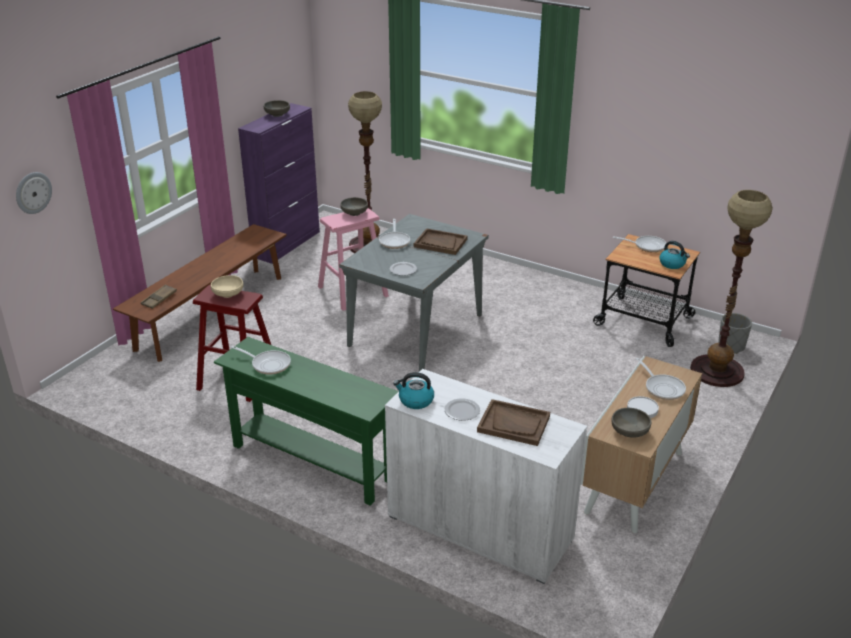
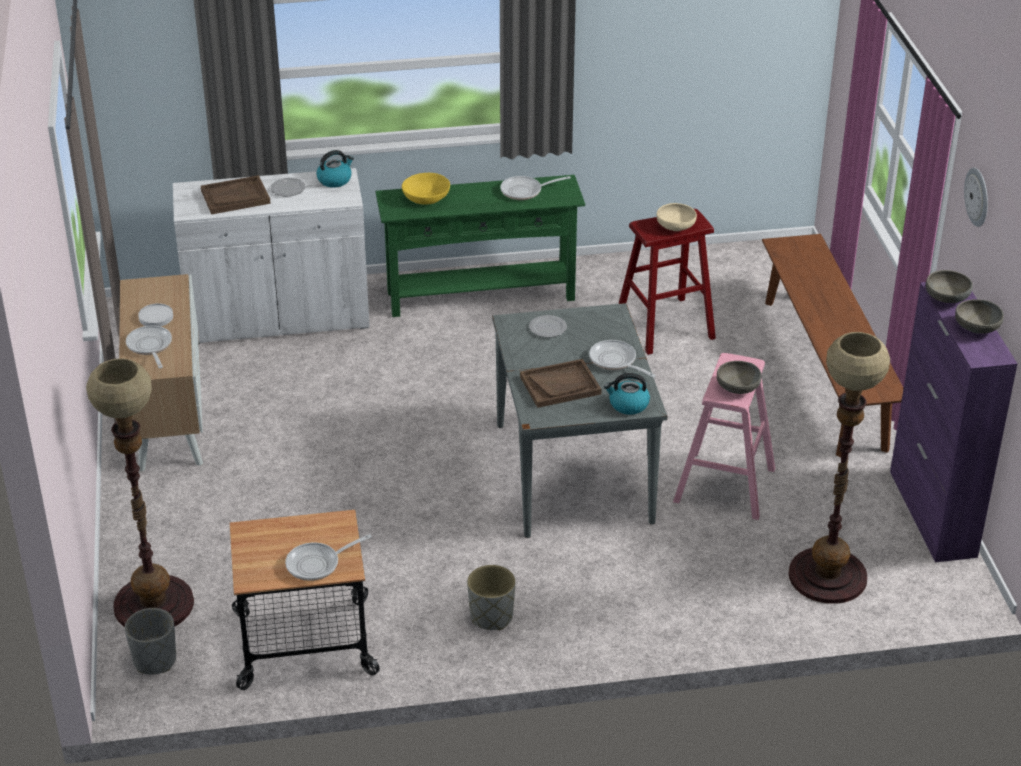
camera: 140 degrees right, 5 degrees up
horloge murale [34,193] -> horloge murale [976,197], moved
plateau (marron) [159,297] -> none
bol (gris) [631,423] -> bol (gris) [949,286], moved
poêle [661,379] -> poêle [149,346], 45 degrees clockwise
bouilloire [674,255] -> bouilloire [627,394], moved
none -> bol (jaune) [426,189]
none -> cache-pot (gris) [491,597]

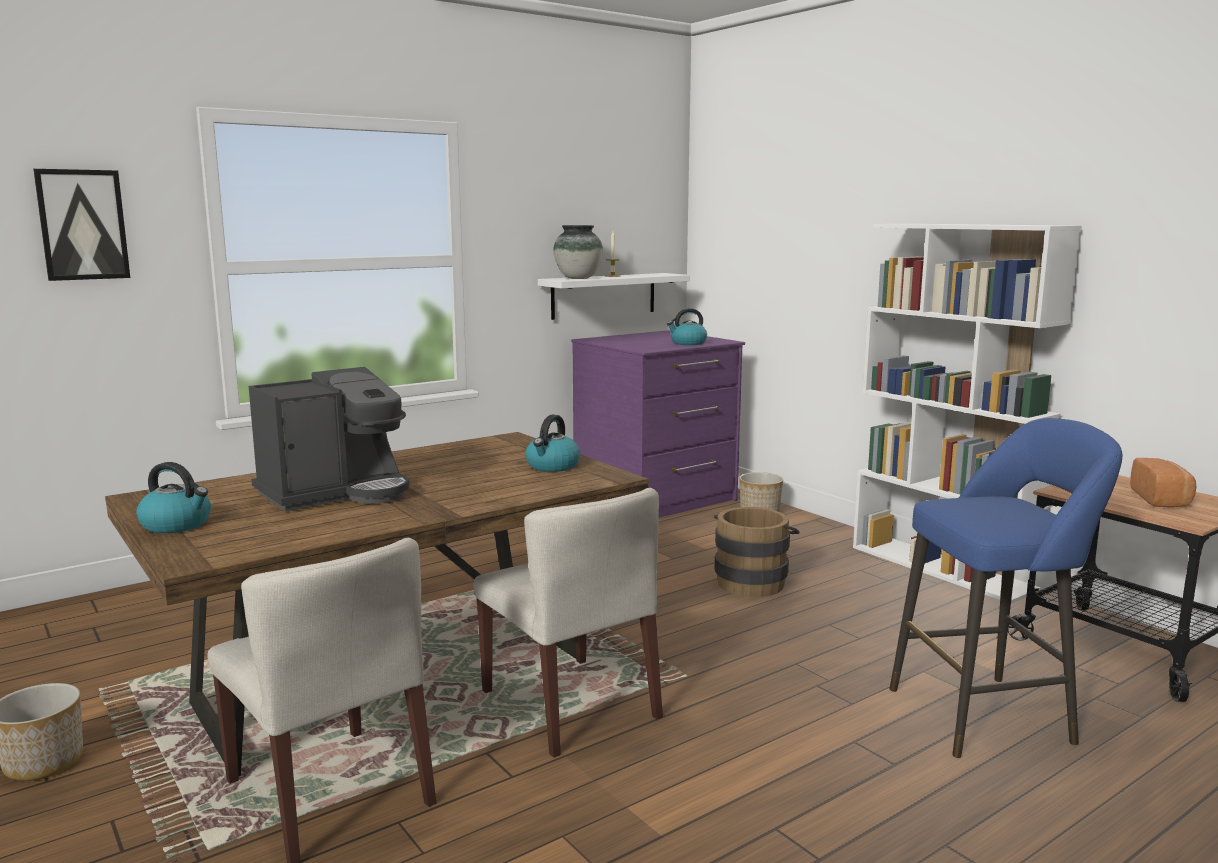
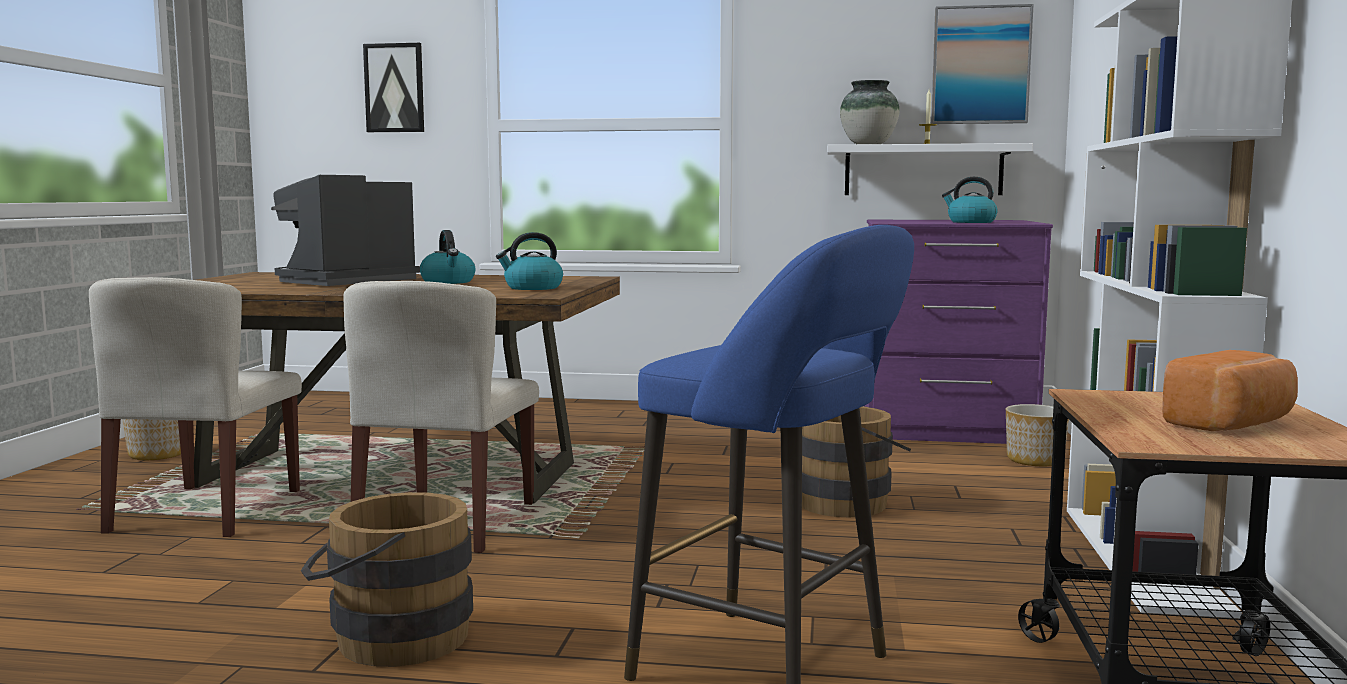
camera: 45 degrees right, 5 degrees down
bouilloire [173,497] -> bouilloire [447,257], moved
machine à café [329,439] -> machine à café [345,230], 120 degrees clockwise
none -> seau (marron) [387,579]
none -> tableau [982,64]

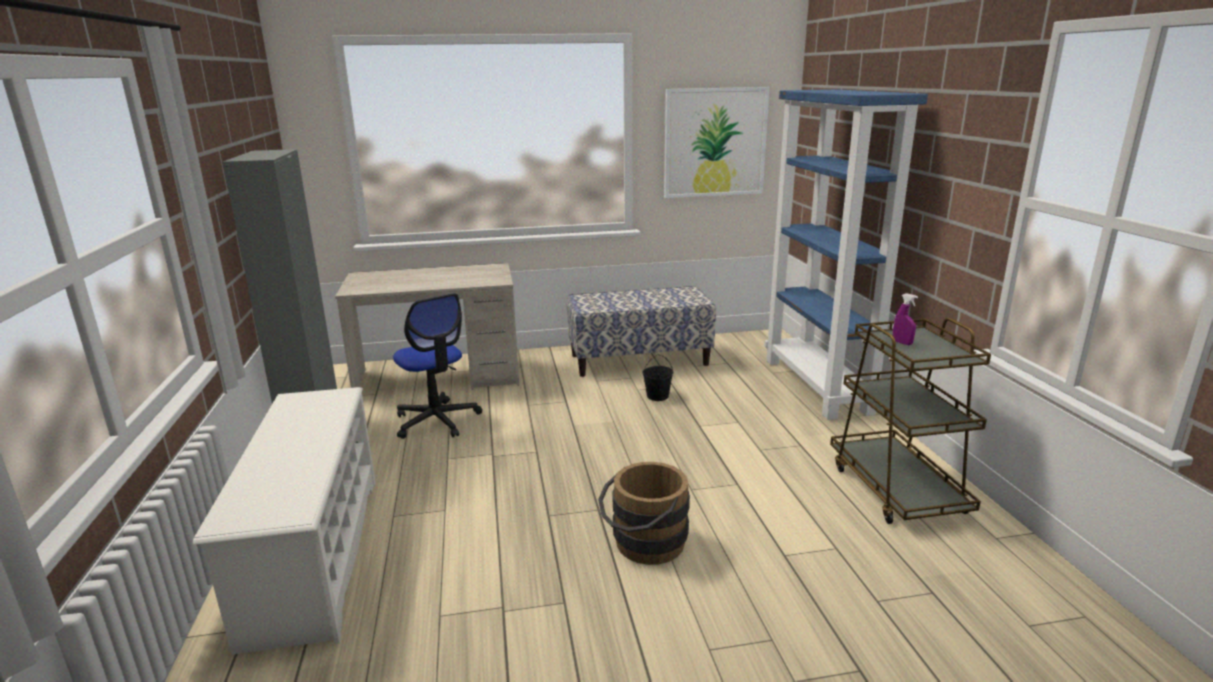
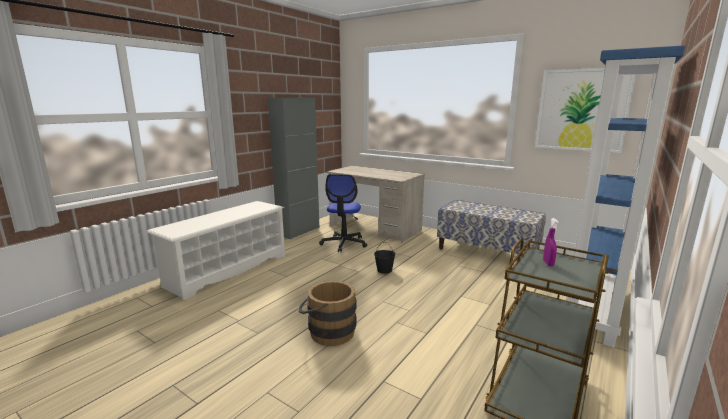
camera: 45 degrees right, 5 degrees down
seau (noir) [658,377] -> seau (noir) [385,258], moved

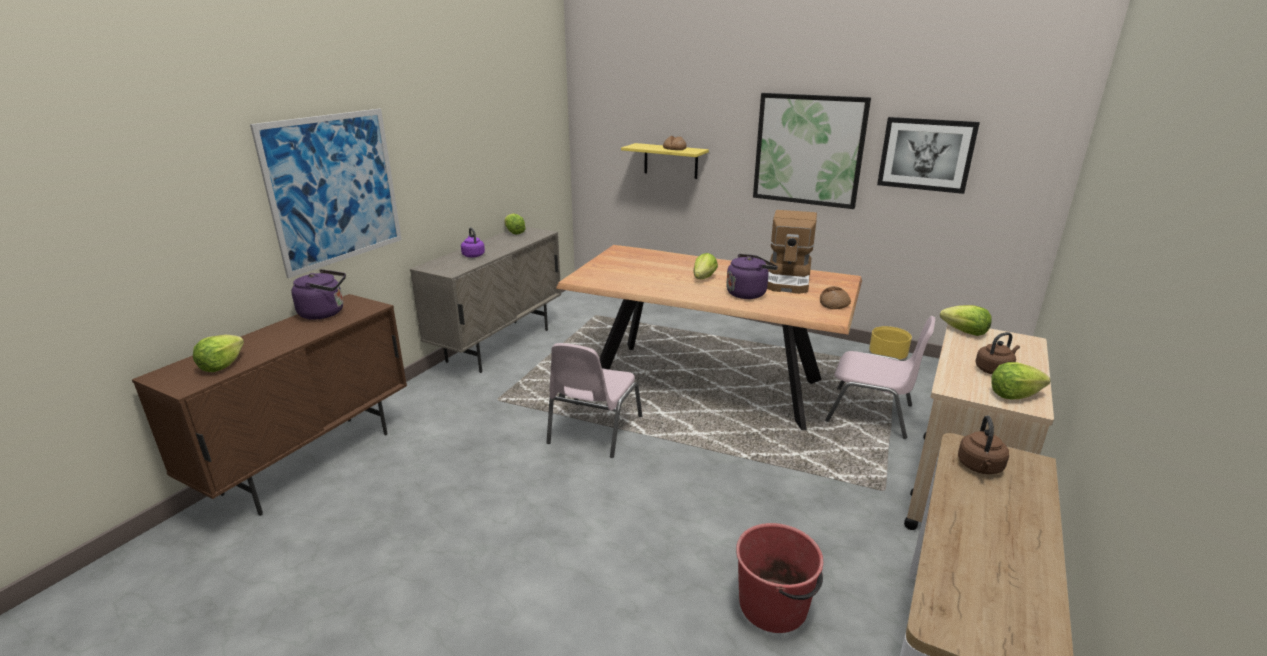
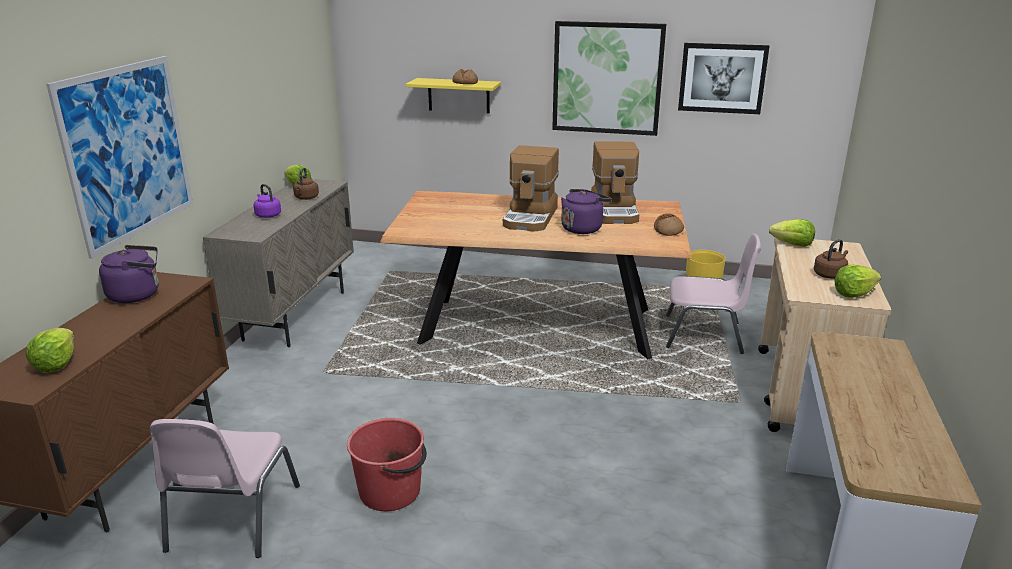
camera: 15 degrees left, 0 degrees up
chaise (rose) [594,400] -> chaise (rose) [225,488], moved
laitue [706,266] -> machine à café [531,188]
seau (rouge) [779,578] -> seau (rouge) [387,464], moved
bouilloire (marron) [983,444] -> bouilloire (marron) [306,184], moved

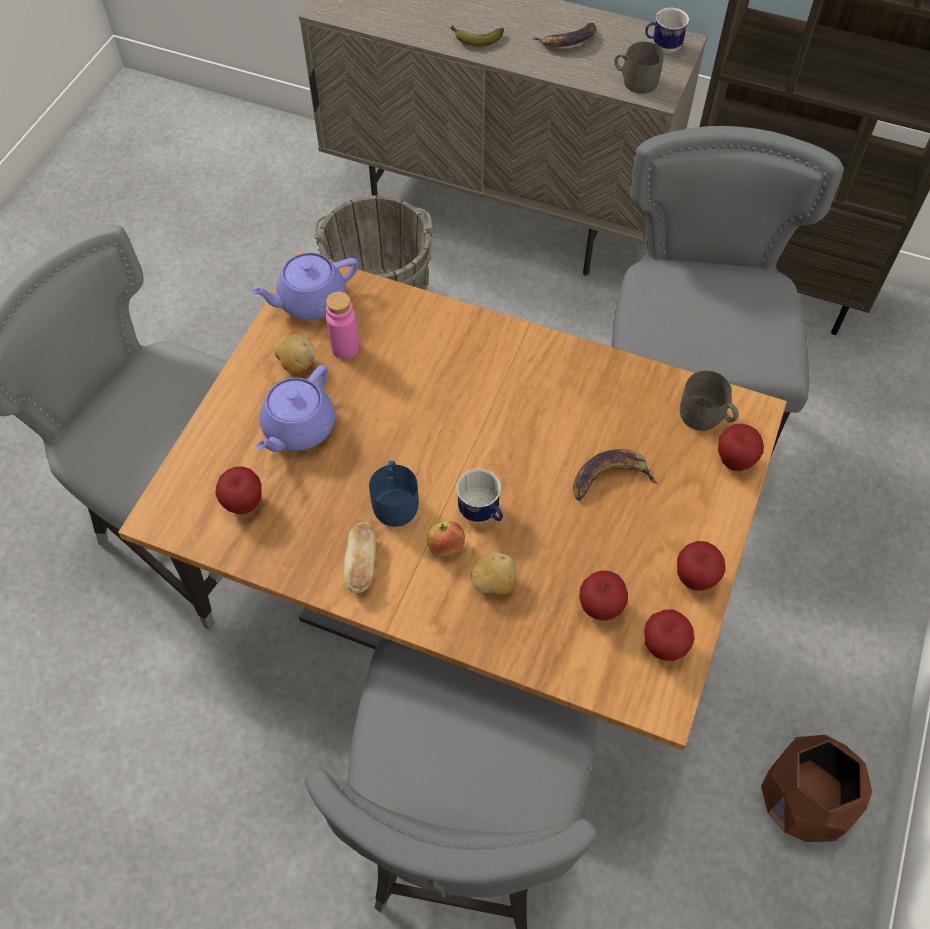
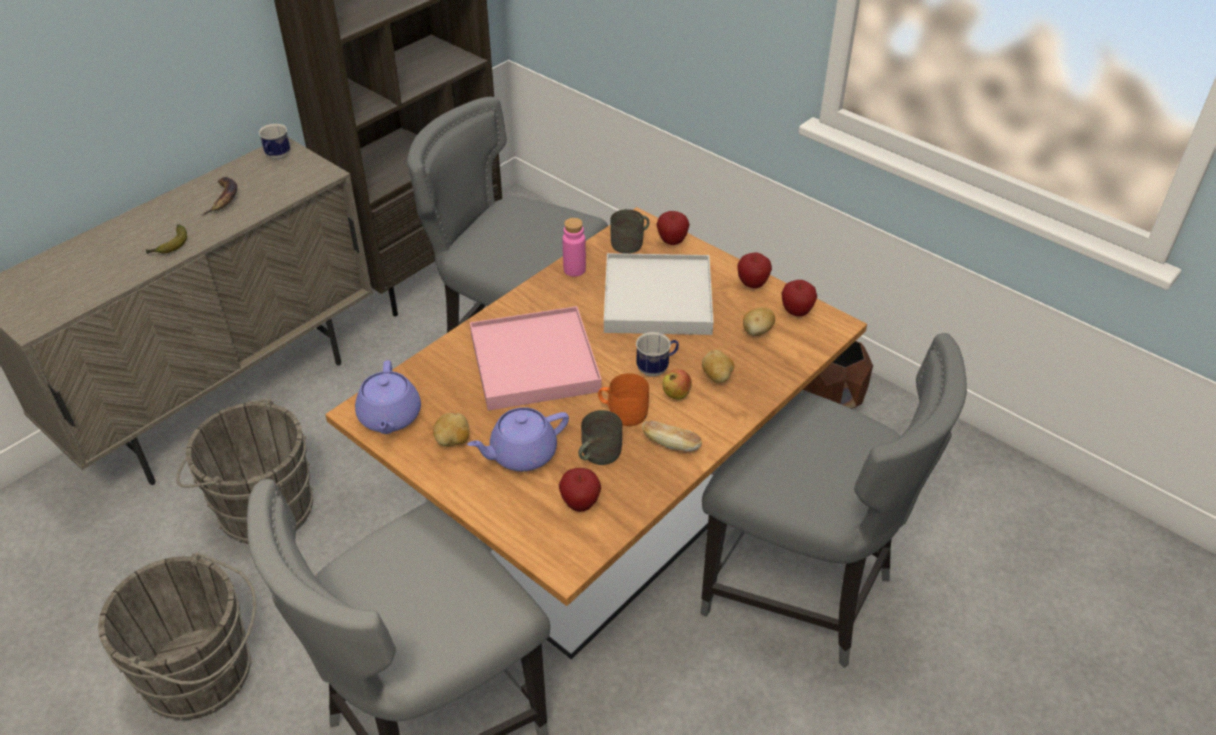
camera: 70 degrees left, 15 degrees down
théière (violet) [295,408] -> théière (violet) [518,439], 105 degrees clockwise
bouteille (rose) [342,325] -> bouteille (rose) [574,247], moved
mug (bleu) [394,493] -> mug (orange) [623,399]
banane [615,475] -> plateau (blanc) [658,294]
pomme [603,595] -> pomme de terre [759,321]
mug (gris) [639,68] -> mug (gris) [600,437], moved
none -> seau (gris) [177,636]
none -> plateau (rose) [536,358]

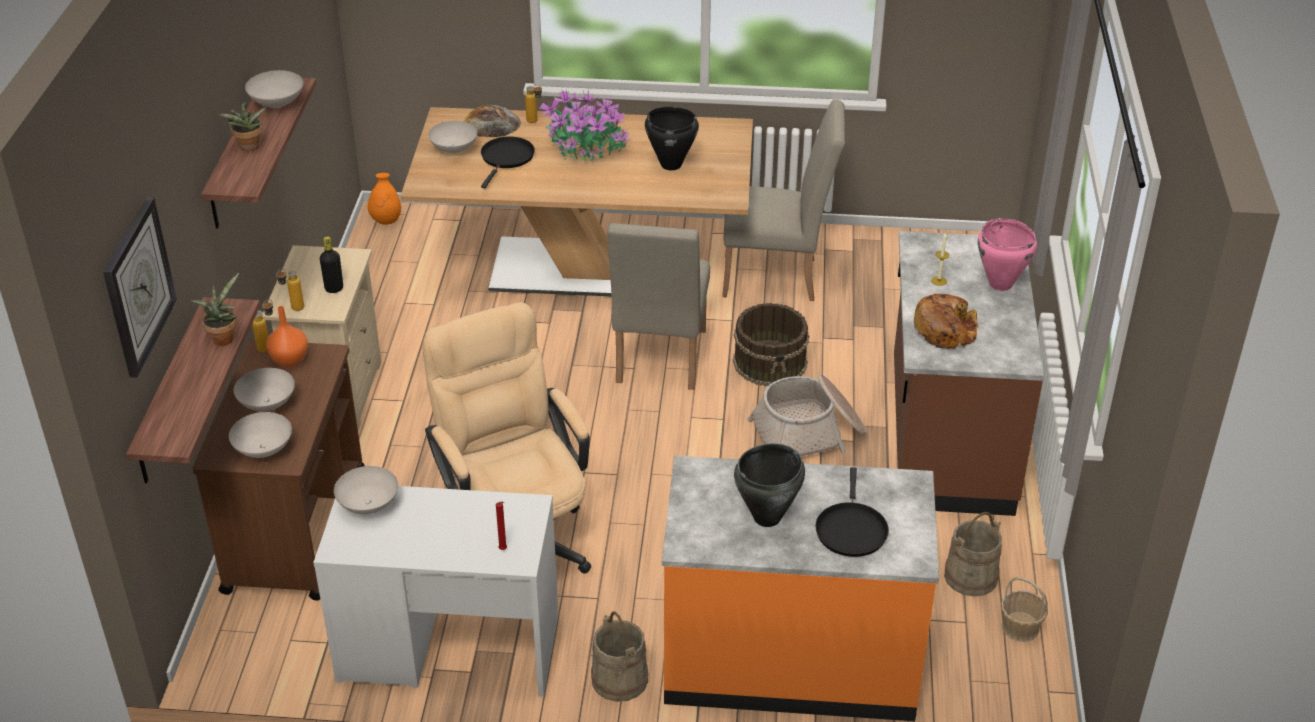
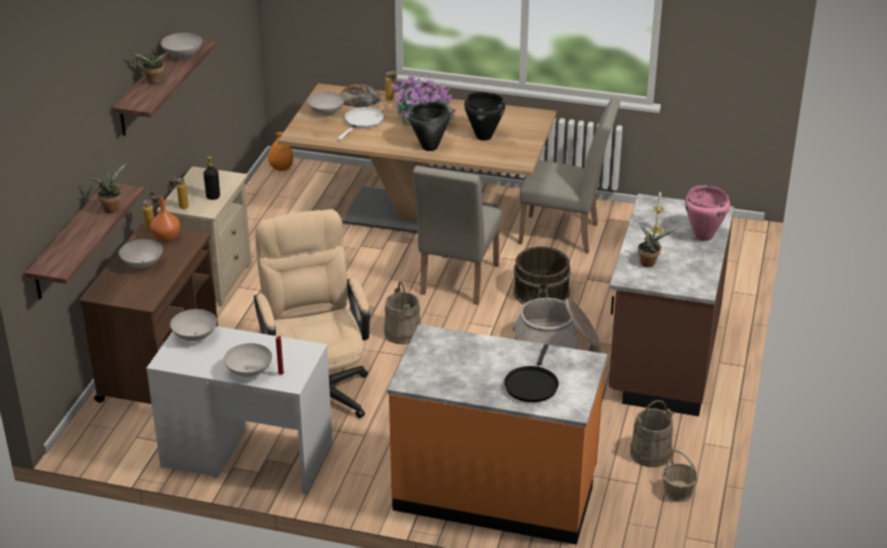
camera: 10 degrees right, 5 degrees down
horloge murale [140,287] -> none
bol (blanc) [260,435] -> bol (blanc) [248,360], moved
poêle (noir) [508,162] -> poêle (blanc) [361,123]
seau (beige) [620,656] -> seau (beige) [402,312], moved
marmite (noir) [769,485] -> marmite (noir) [429,126], moved
pain [946,321] -> plante en pot [657,246]

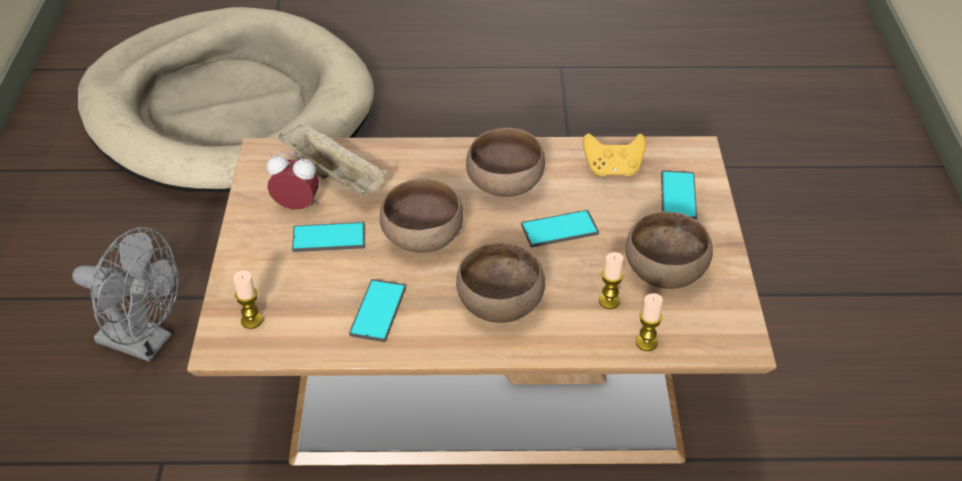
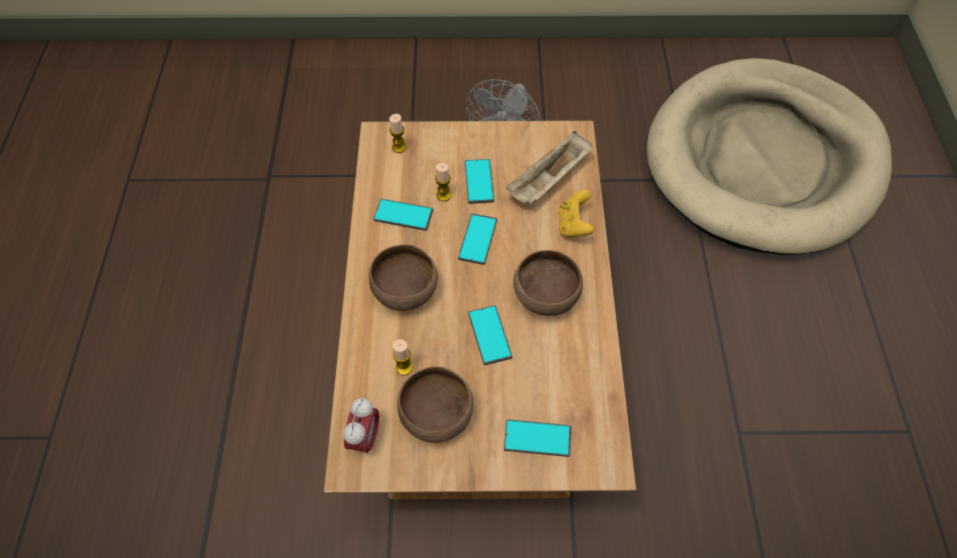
camera: 90 degrees right, 15 degrees up
réveil [293,181] -> réveil [361,426], moved
bol (marron) [421,215] -> téléphone [477,239]
manette (jaune) [614,154] -> manette (jaune) [576,214], moved
bougie [649,322] -> bougie [443,182], moved

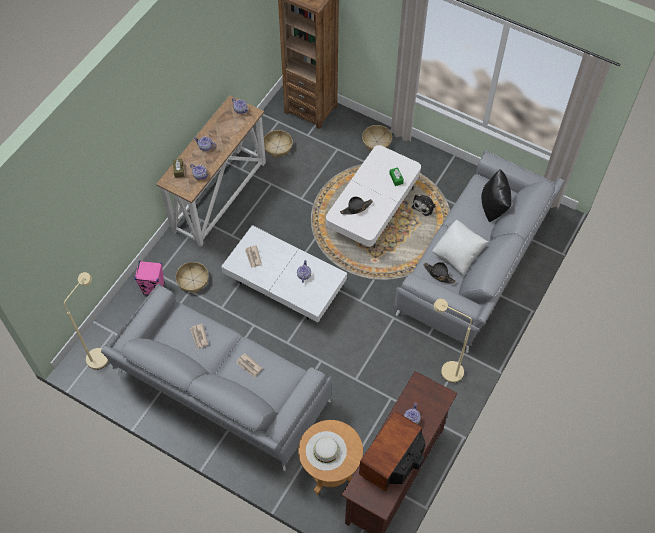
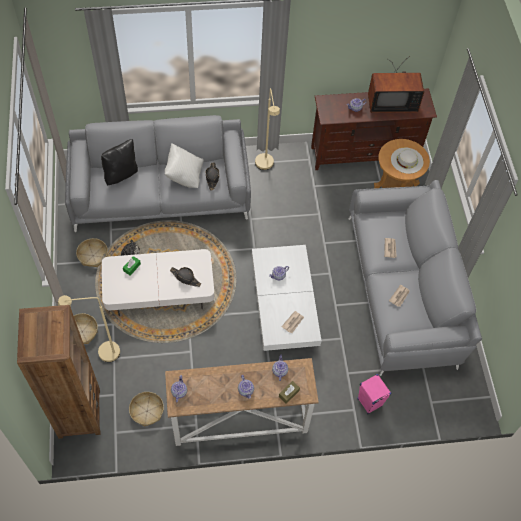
camera: 130 degrees left, 0 degrees up
lampadaire (beige) [86,321] -> lampadaire (beige) [89,328], moved
panier [192,277] -> panier [92,252], moved

